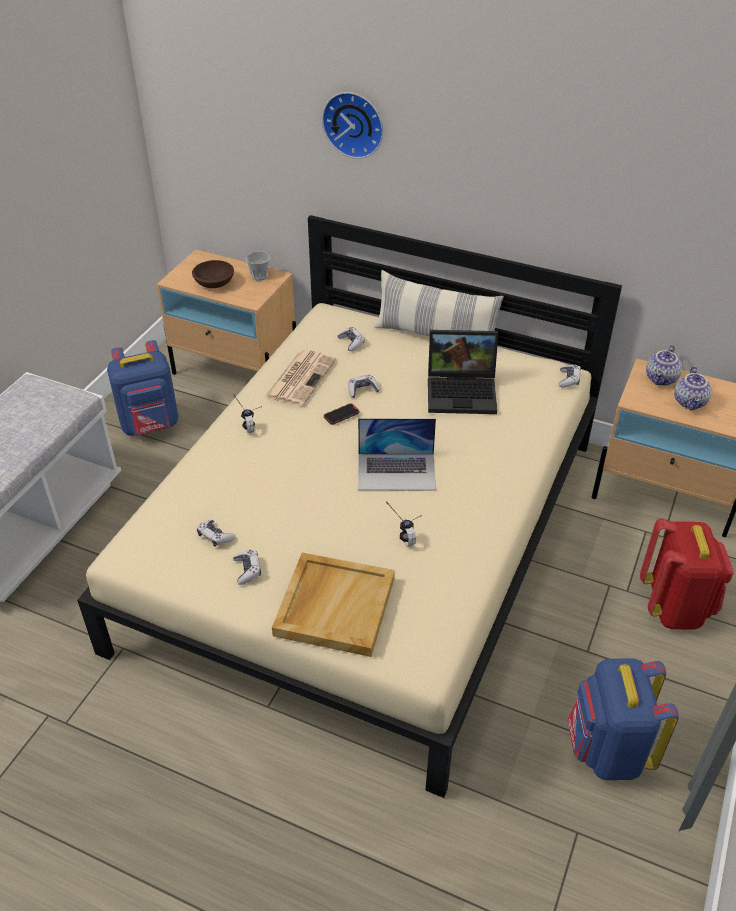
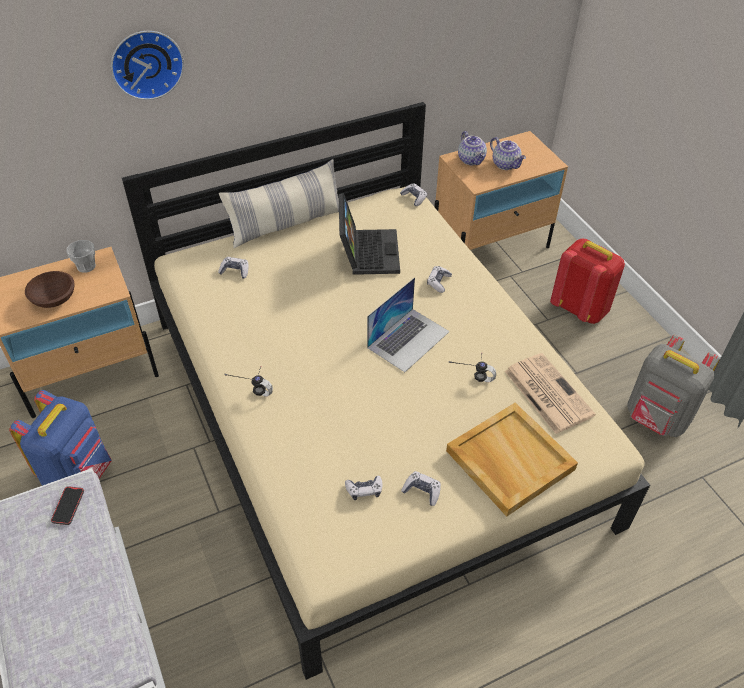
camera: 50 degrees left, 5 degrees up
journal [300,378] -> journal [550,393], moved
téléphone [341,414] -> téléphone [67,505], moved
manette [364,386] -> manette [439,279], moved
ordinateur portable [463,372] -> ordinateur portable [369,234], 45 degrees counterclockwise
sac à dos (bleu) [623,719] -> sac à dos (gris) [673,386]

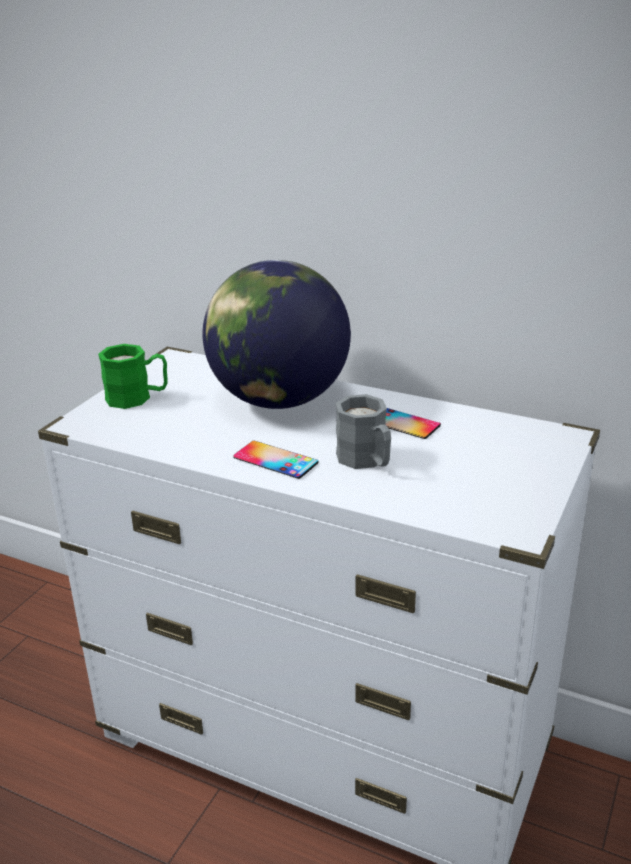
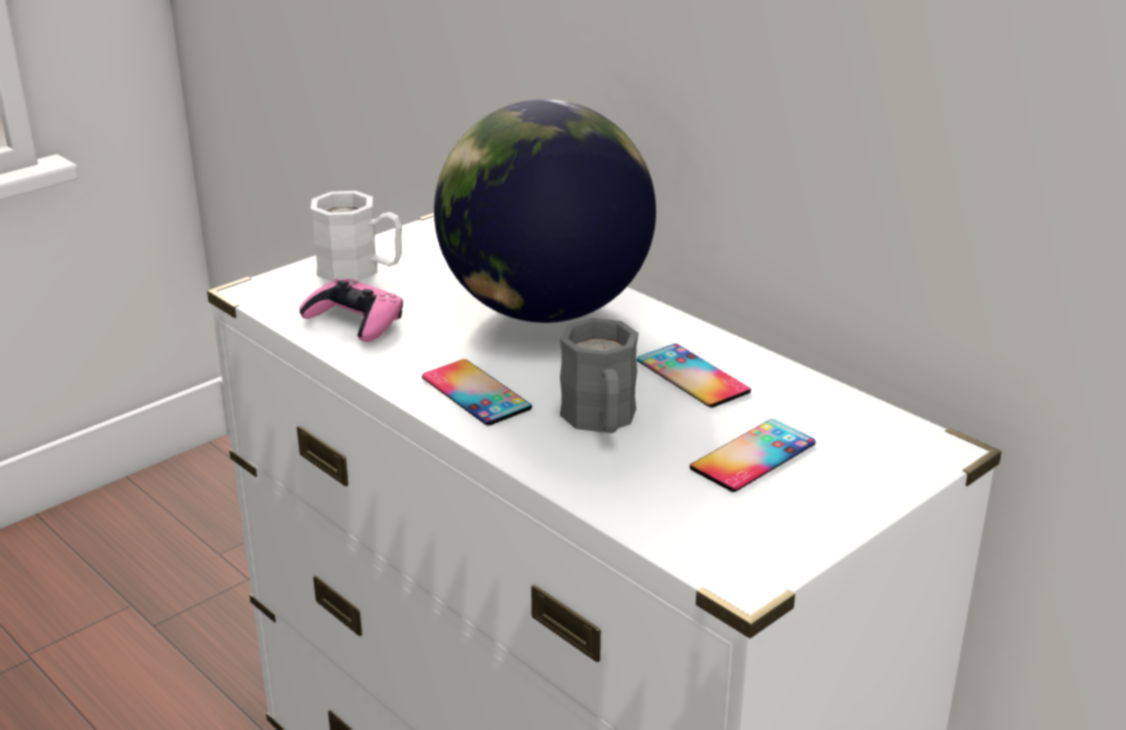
camera: 20 degrees right, 0 degrees up
mug (vert) [133,376] -> mug (blanc) [356,236]
none -> manette (rose) [351,310]
none -> téléphone [753,455]

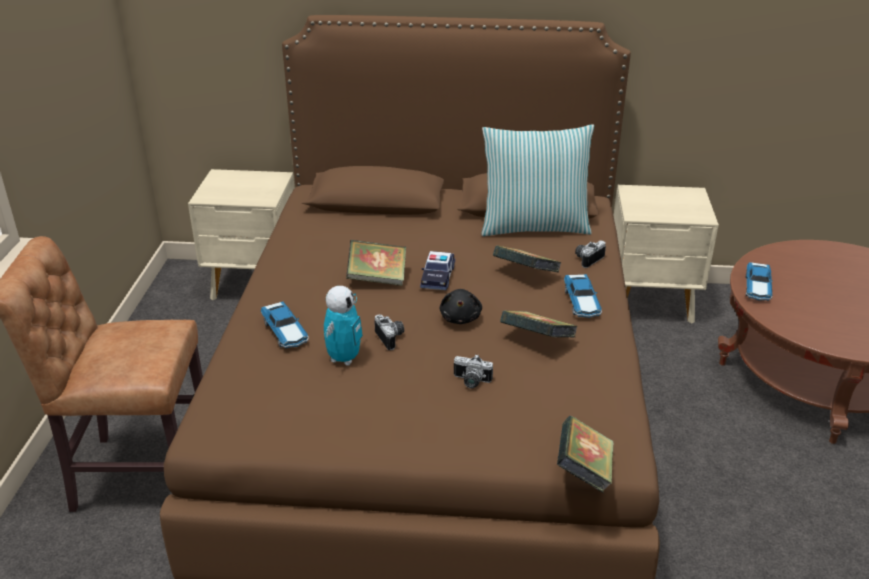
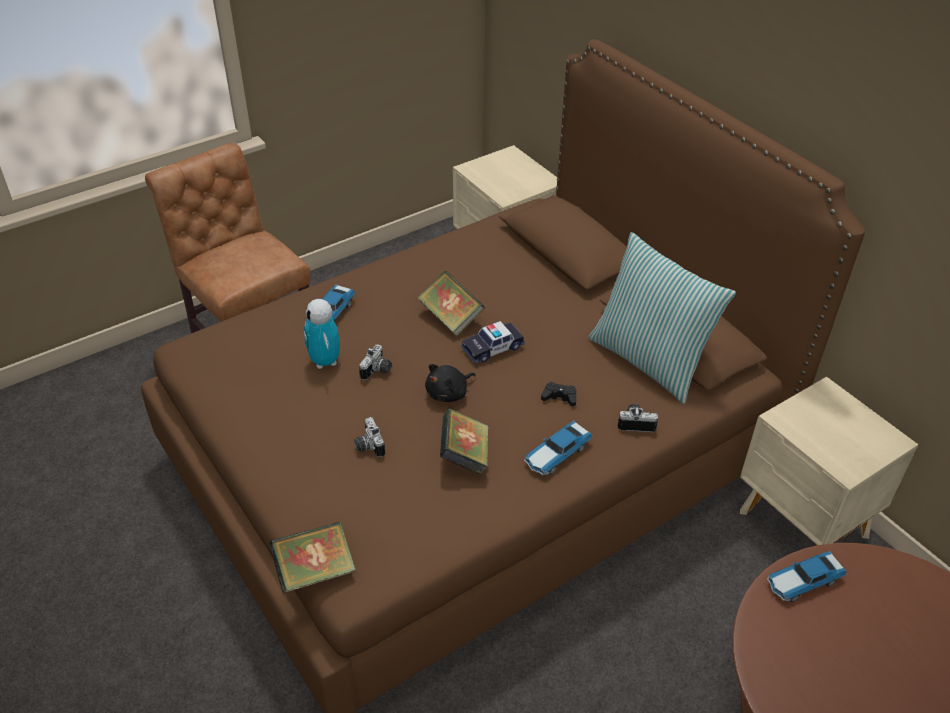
camera: 50 degrees right, 10 degrees up
robot jouet [343,326] -> robot jouet [322,334], 90 degrees clockwise
livre [527,259] -> manette (noir) [558,394]

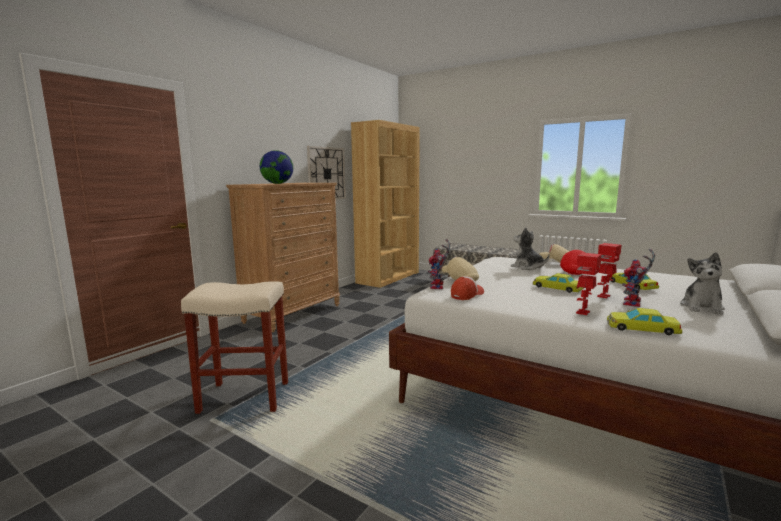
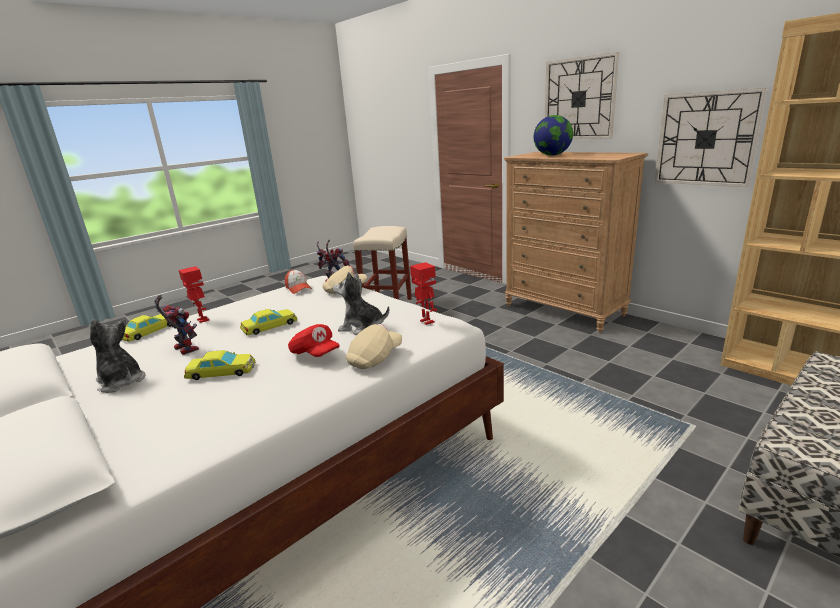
camera: 105 degrees right, 10 degrees up
peluche [530,248] -> peluche [361,303], 135 degrees counterclockwise
robot jouet [609,270] -> robot jouet [423,293], moved
none -> horloge murale [582,95]

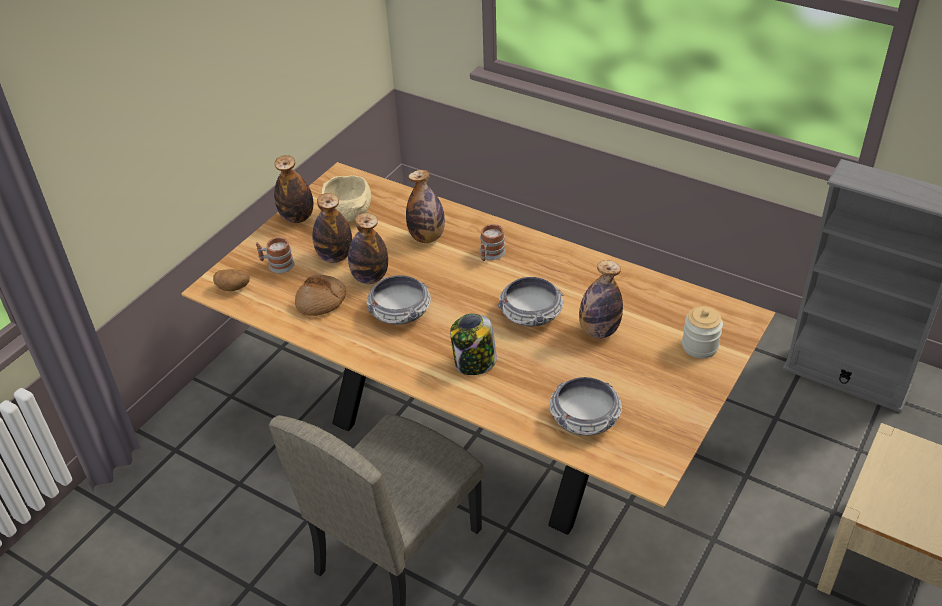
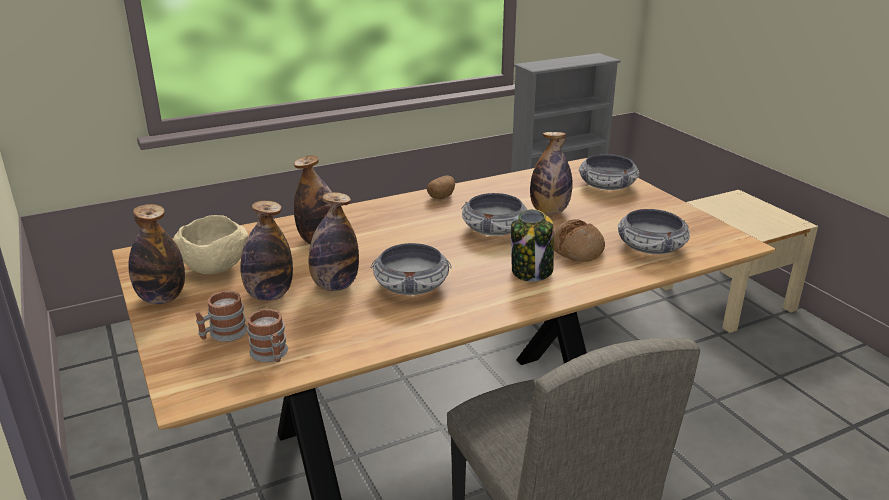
camera: 60 degrees left, 15 degrees down
pomme de terre [231,280] -> pomme de terre [441,187], moved
pain [320,295] -> pain [579,240], moved
mug [493,242] -> mug [267,335], moved
bocal [702,332] -> bol [608,172]

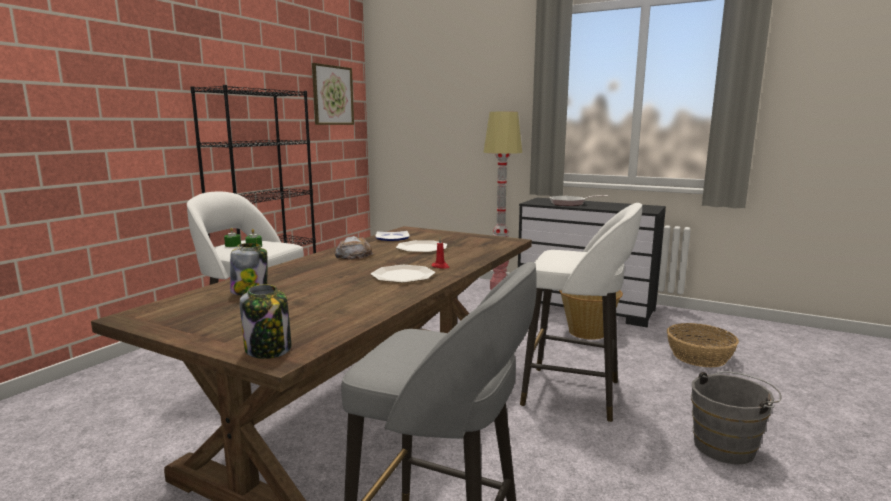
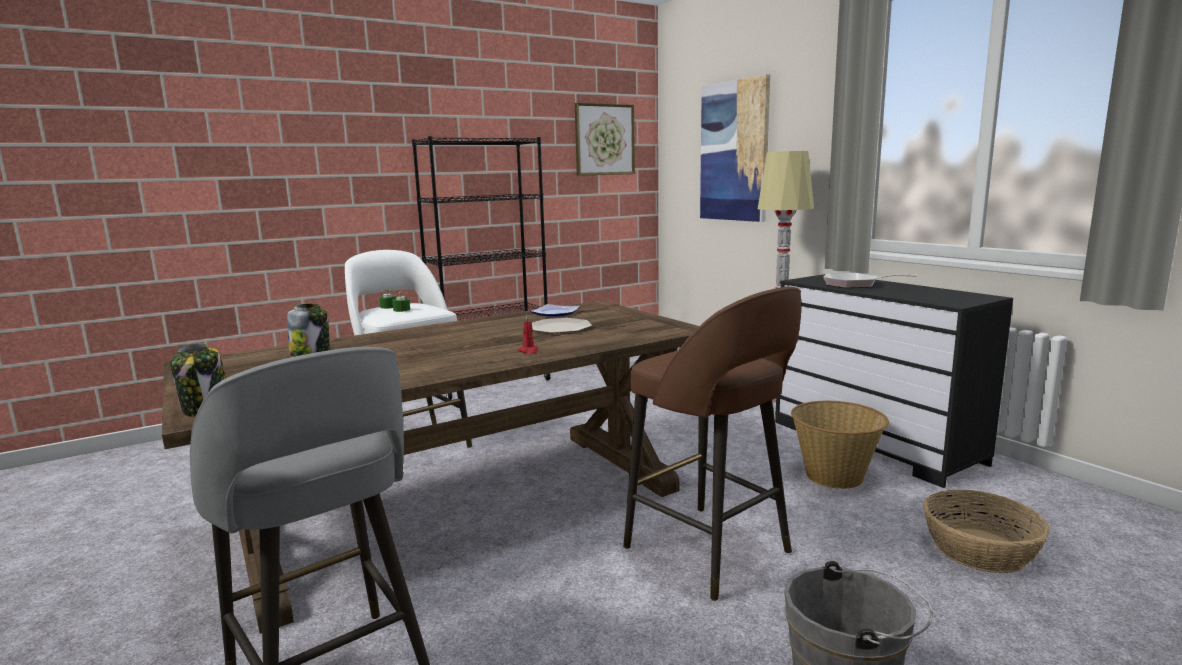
camera: 30 degrees right, 0 degrees up
pain [354,248] -> none
assiette [403,274] -> none
tabouret (blanc) [581,312] -> tabouret (marron) [712,443]
none -> tableau [735,148]

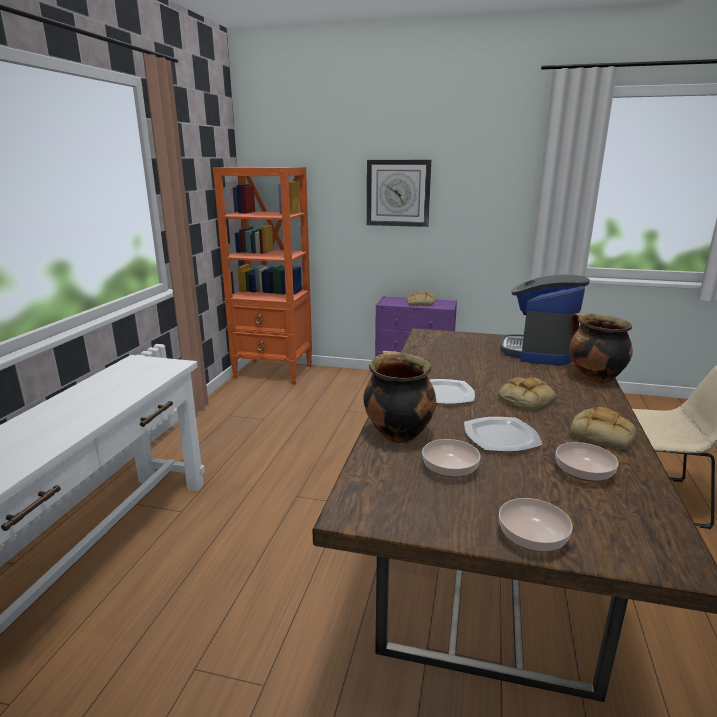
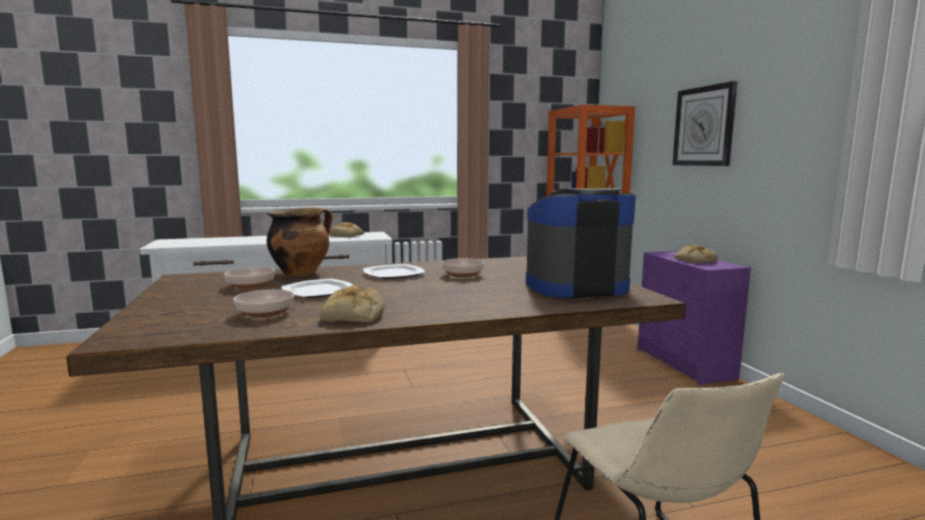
camera: 60 degrees right, 10 degrees down
pain [527,394] -> pain [346,229], moved
bol [536,525] -> bol [463,268], moved
marmite [601,348] -> none

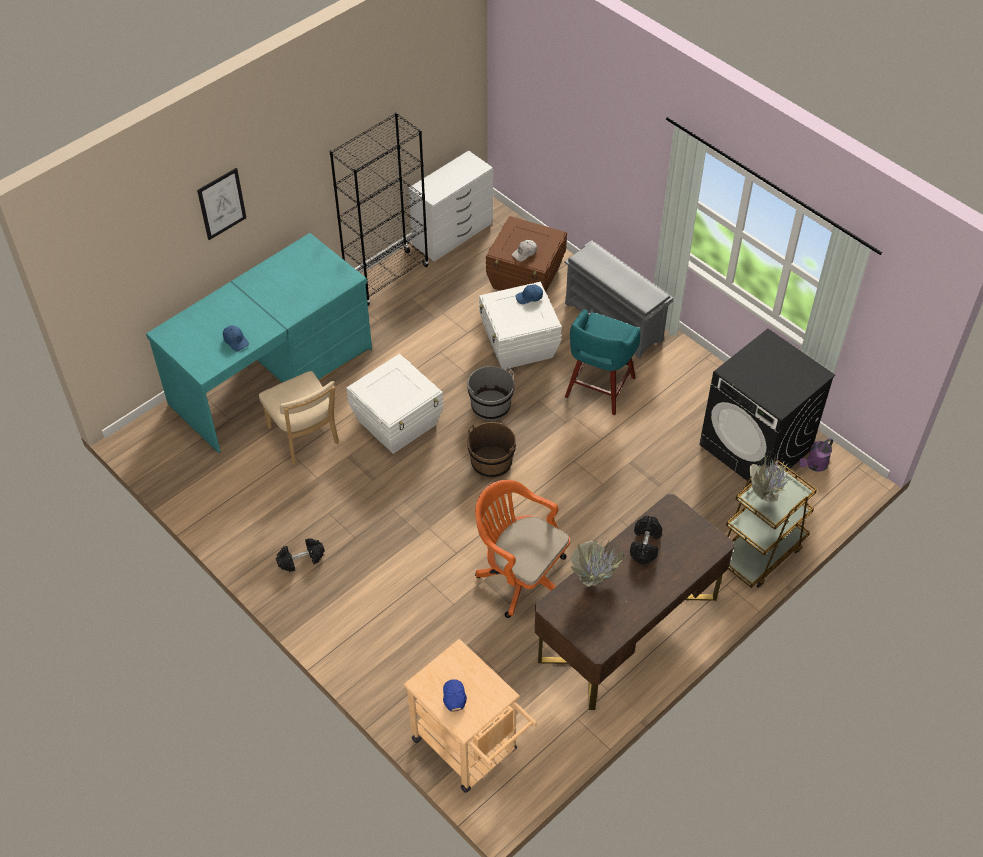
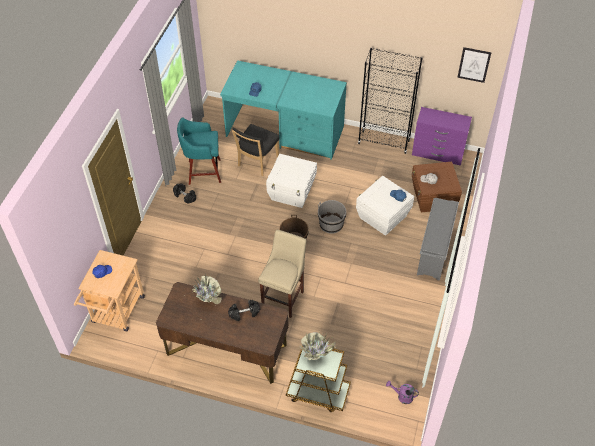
camera: 60 degrees right, 0 degrees up
tableau [221,204] -> tableau [474,65], moved
chaise (beige) [299,417] -> chaise (noir) [256,150]
commode (blanc) [451,206] -> commode (violet) [442,136]
chaise de bureau (orange) [522,549] -> none
tabouret (turquoise) [602,362] -> tabouret (turquoise) [199,151], moved
lave-linge (noir) [767,406] -> none
none -> tabouret (beige) [282,274]

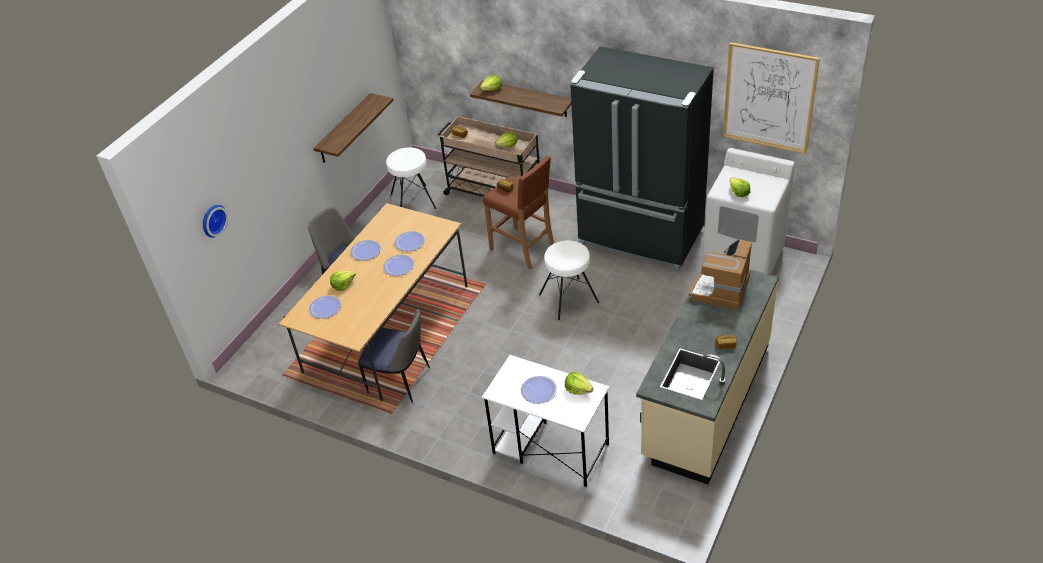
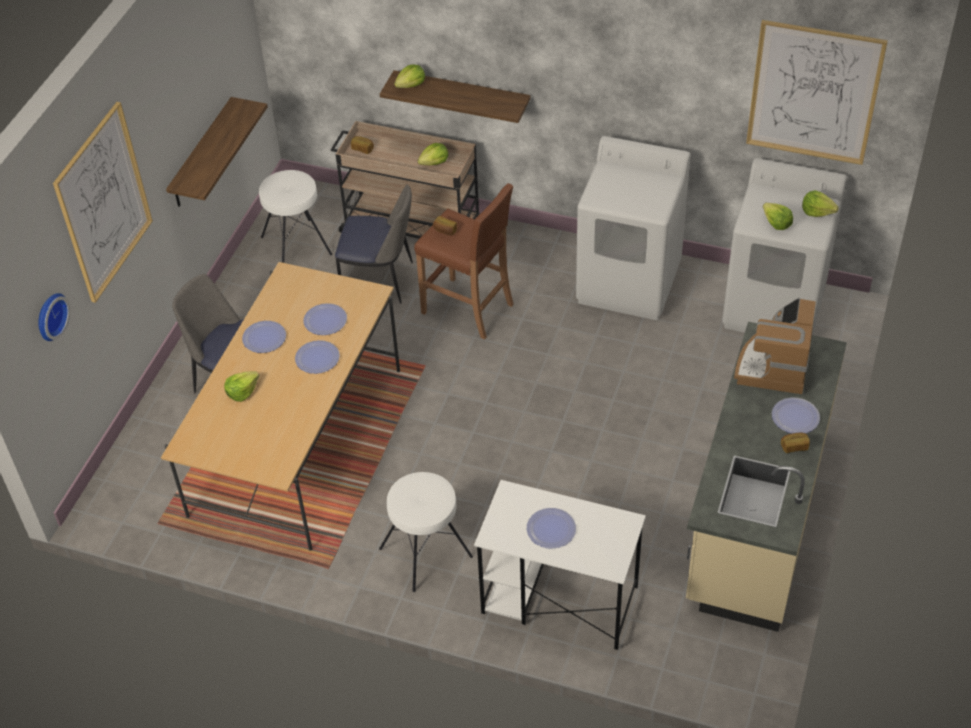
camera: 10 degrees left, 5 degrees up
assiette [325,307] -> assiette [796,415], moved
chaise [394,356] -> chaise [374,243], moved
tabouret (blanc) [569,280] -> tabouret (blanc) [426,532], moved
laitue [579,383] -> laitue [820,203], moved
réfrigérateur (noir) [642,158] -> lave-linge (blanc) [633,228]
none -> tableau [103,202]

